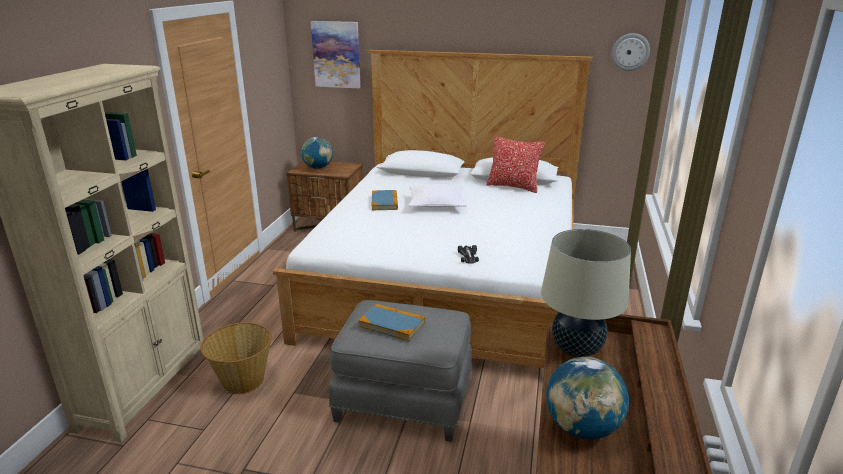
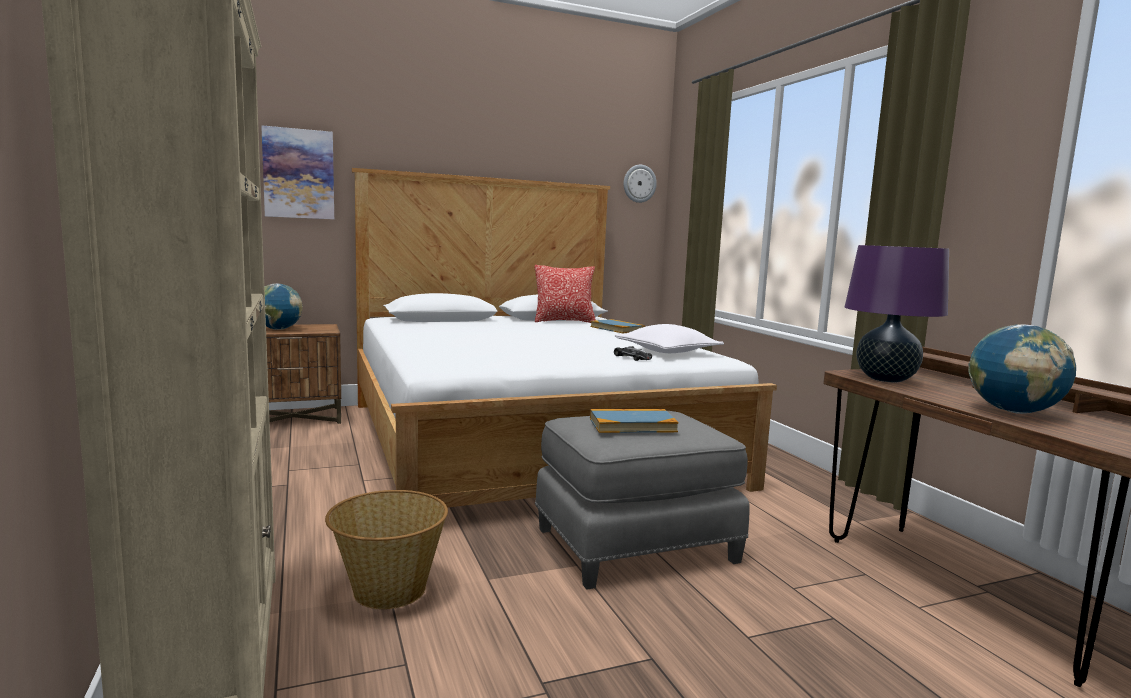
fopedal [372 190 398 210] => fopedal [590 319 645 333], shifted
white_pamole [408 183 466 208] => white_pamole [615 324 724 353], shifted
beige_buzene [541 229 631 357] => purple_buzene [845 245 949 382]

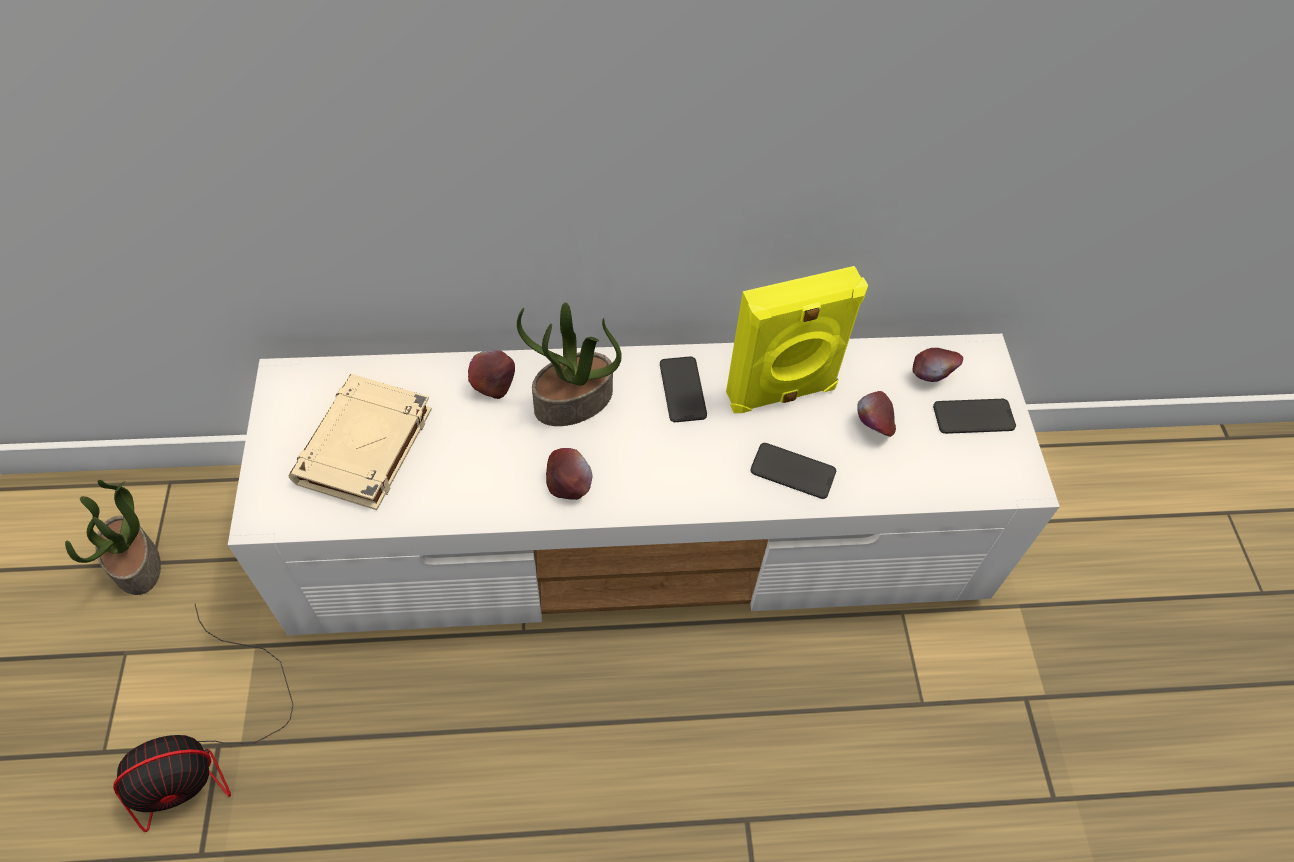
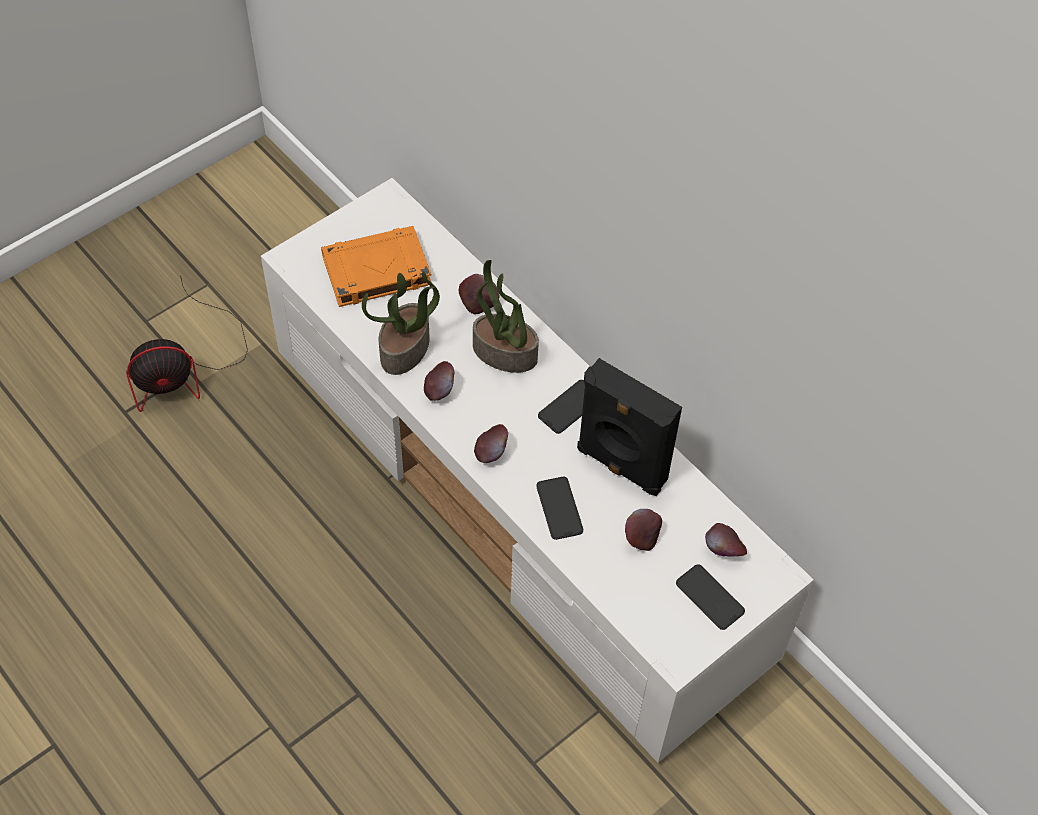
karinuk [113 604 293 832] => karinuk [126 276 248 412], 45 degrees counterclockwise
beige_fopedal [289 374 432 510] => orange_fopedal [321 226 432 307]
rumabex [65 480 161 595] => rumabex [362 271 440 375], shifted
nothing => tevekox [474 424 508 463]
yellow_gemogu [726 266 868 413] => black_gemogu [577 358 682 496]

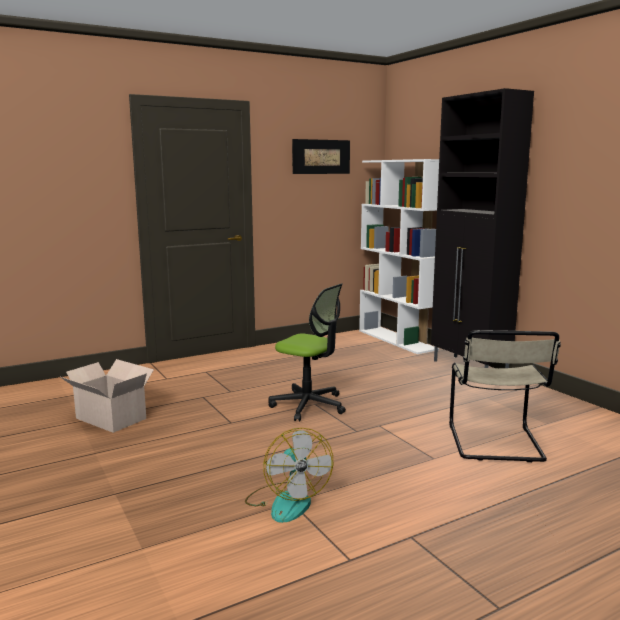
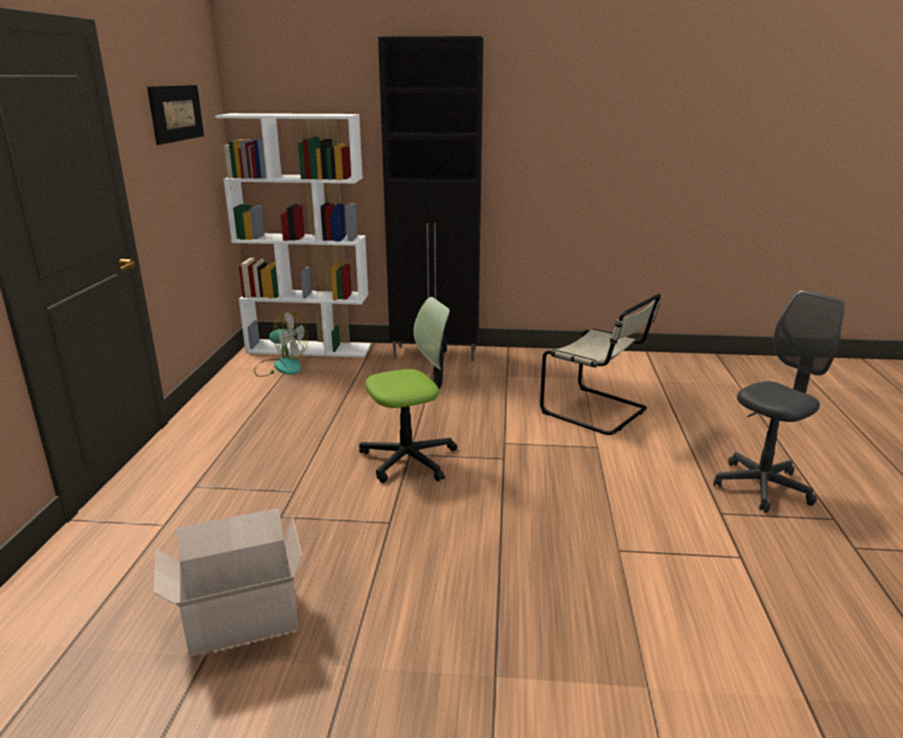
karinuk [245 428 333 523] => karinuk [254 311 308 377], shifted
nothing => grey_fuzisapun [713 290 845 513]

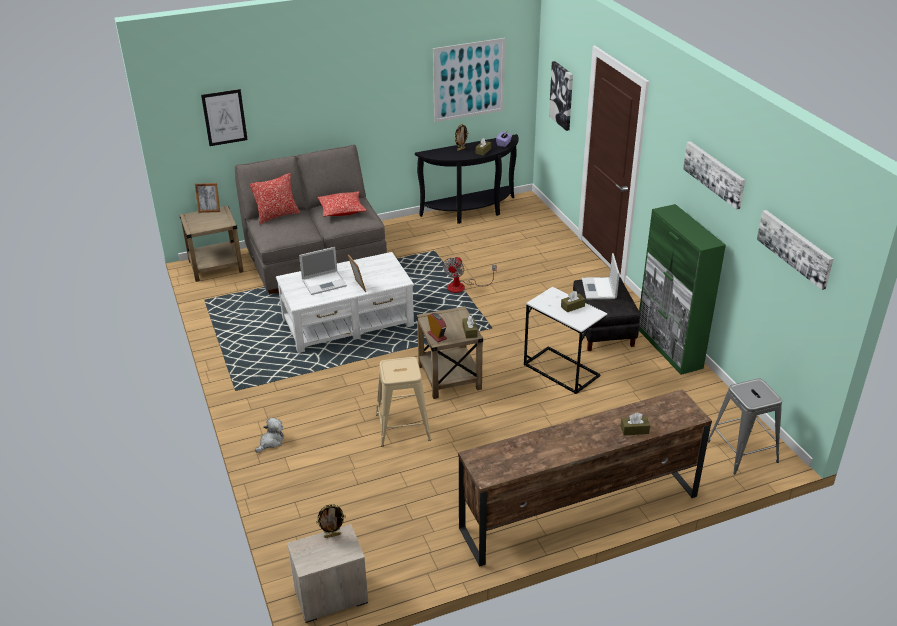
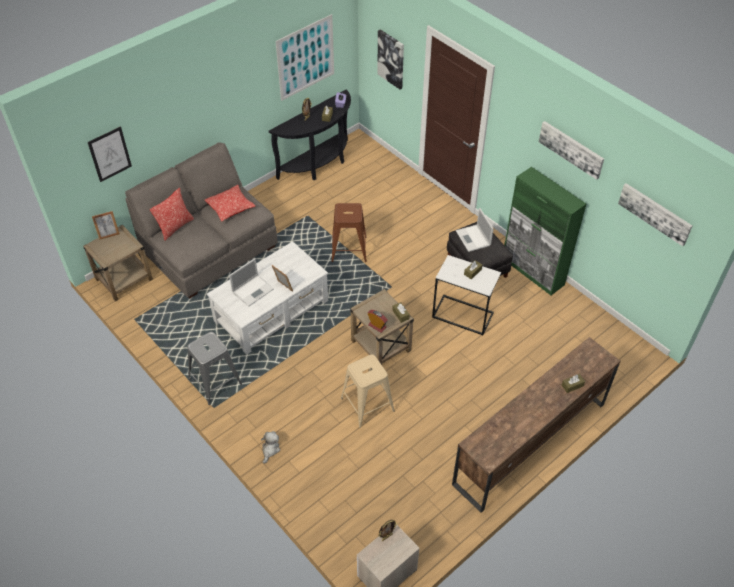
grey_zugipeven [708 379 782 474] => grey_zugipeven [187 332 242 405], shifted
karinuk [443 257 497 293] => brown_zugipeven [331 203 367 262]

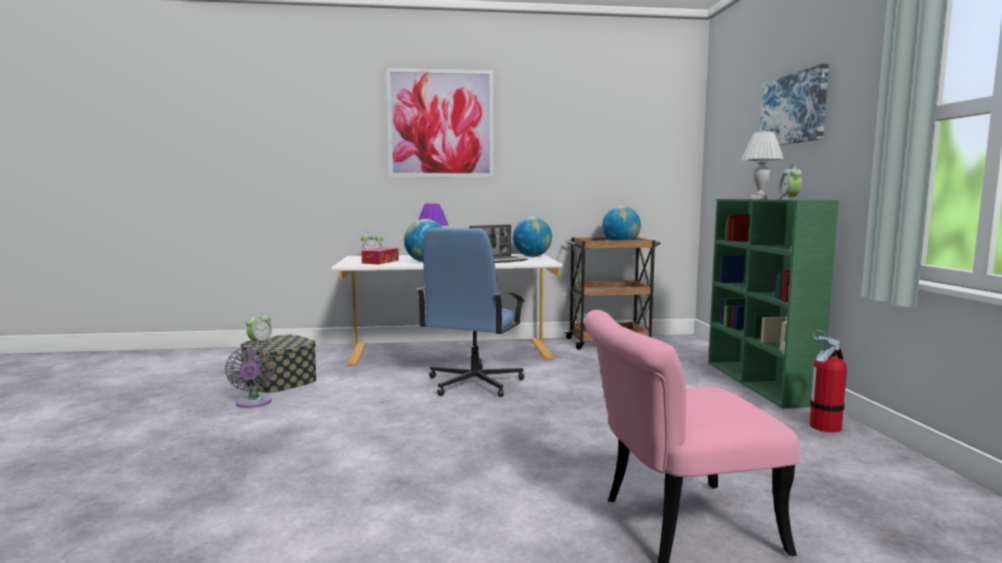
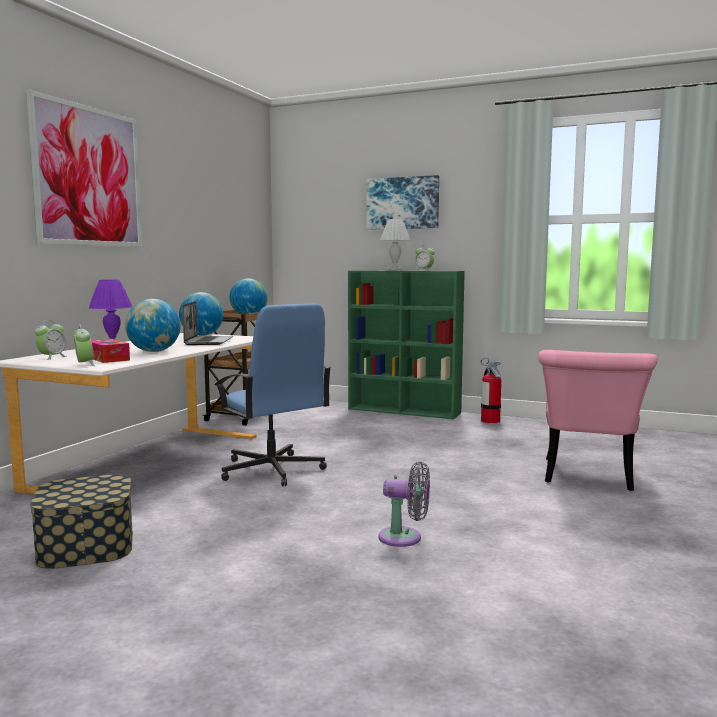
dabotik [246 312 272 347] => dabotik [74 325 95 366], shifted
grey_karinuk [225 346 275 408] => grey_karinuk [378 461 430 547], shifted

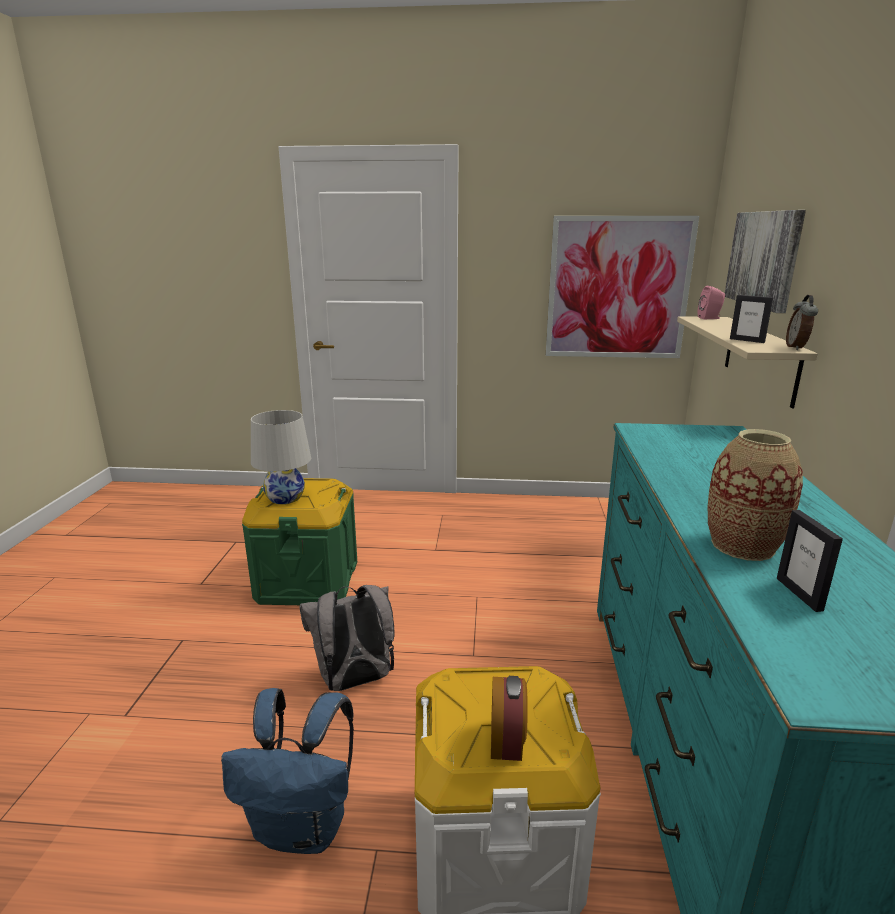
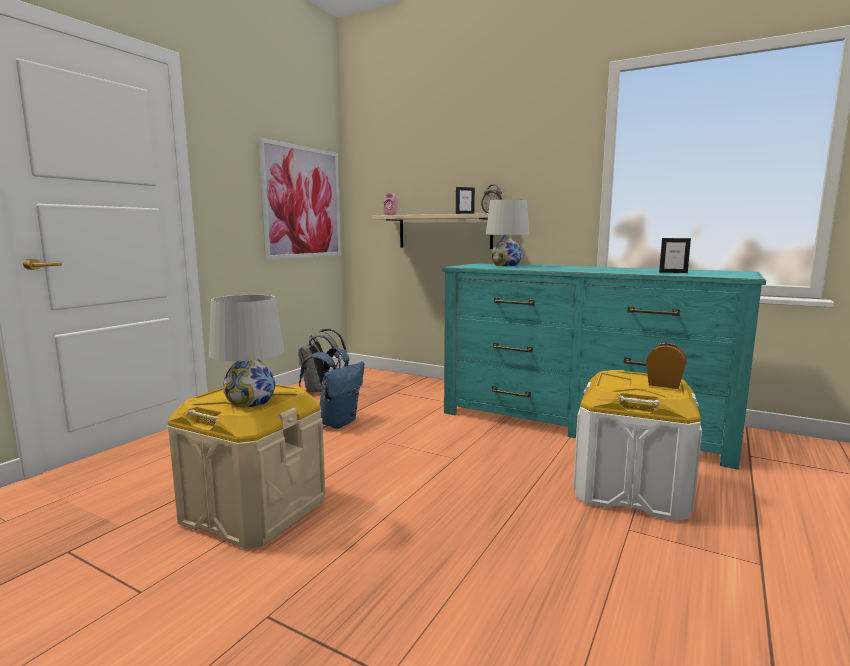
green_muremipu [242 478 357 605] => beige_muremipu [167 384 325 549]
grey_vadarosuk [299 585 394 691] => grey_vadarosuk [298 328 347 392], shifted
blue_vadarosuk [221 688 354 854] => blue_vadarosuk [299 347 364 429], shifted
nothing => white_buzene [486 199 529 266]
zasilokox [708 429 803 561] => nothing
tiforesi [725 210 806 313] => nothing

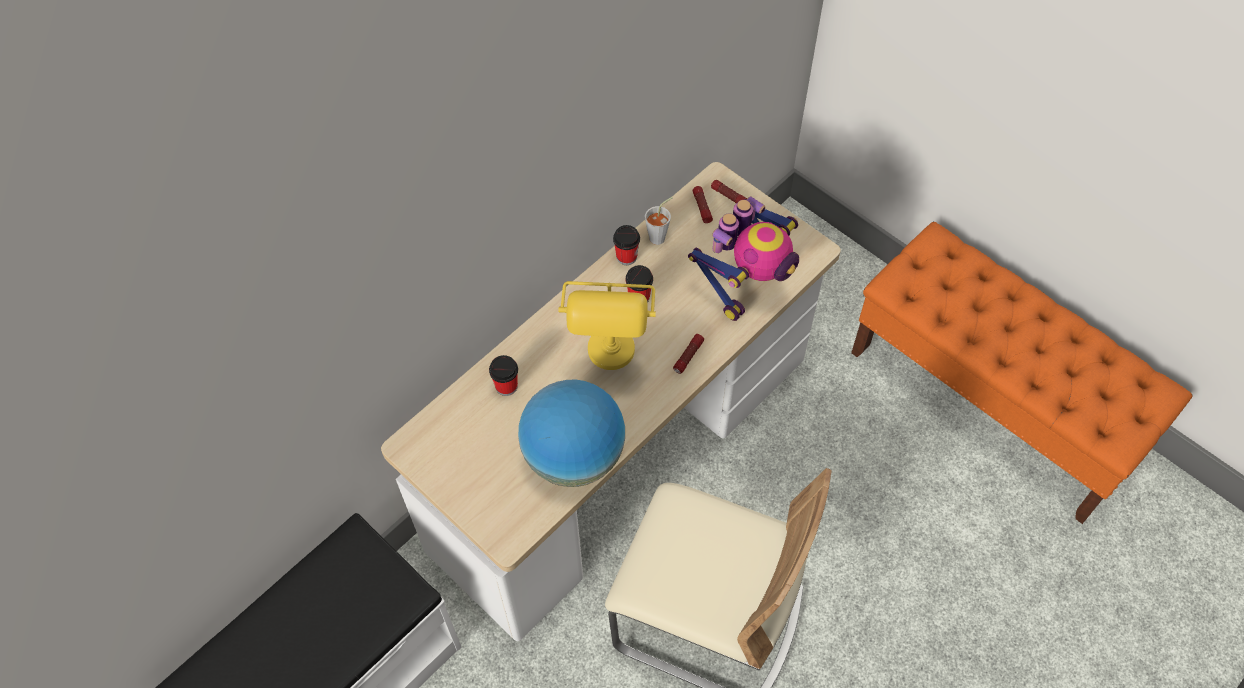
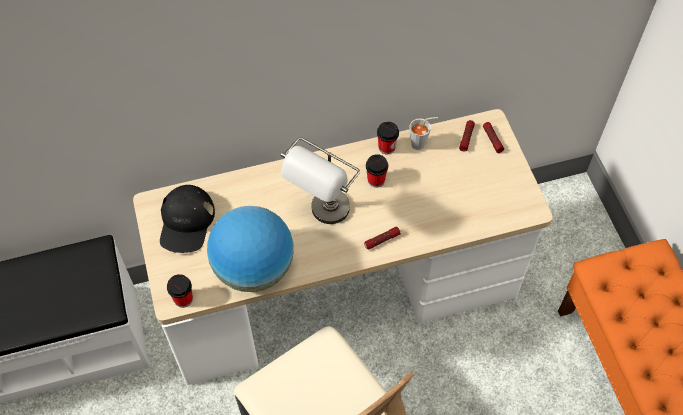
nothing => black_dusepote [160 185 215 253]
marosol [489 355 518 396] => marosol [167 274 193 308], shifted
yellow_buzene [559 281 656 370] => grey_buzene [281 137 360 224]
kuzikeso [688 196 799 321] => nothing

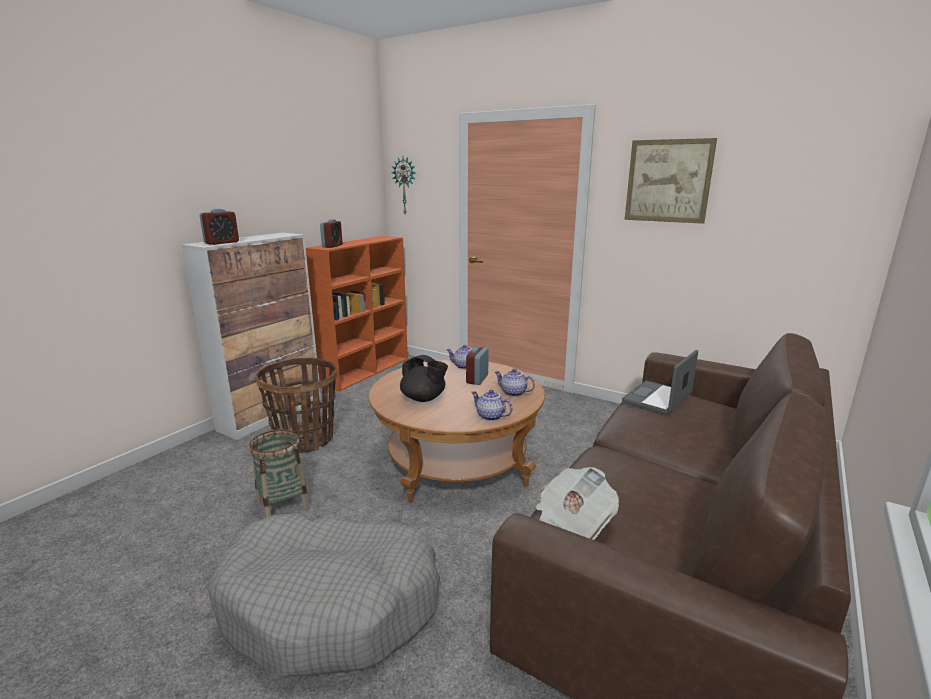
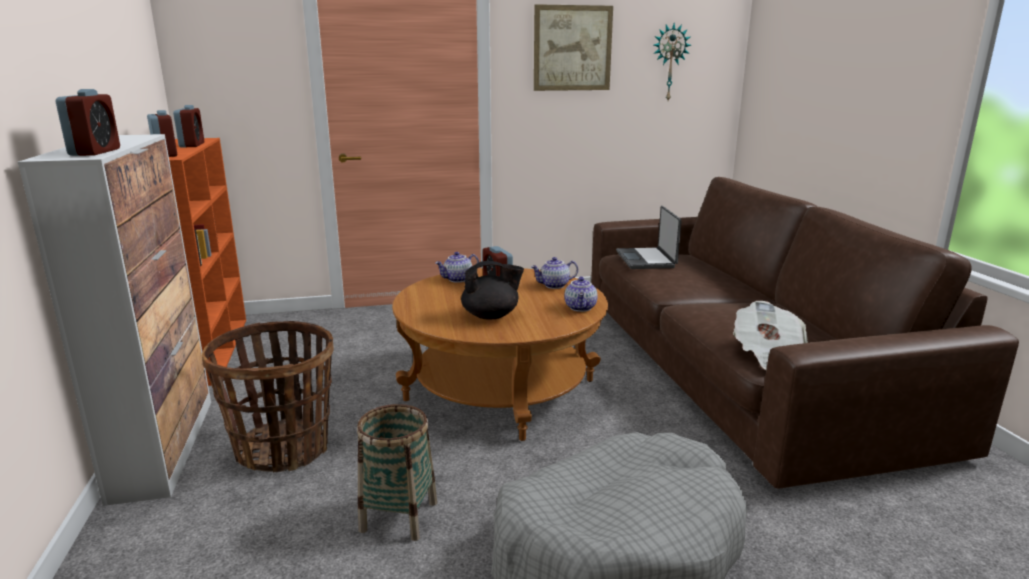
nothing => dabotik [173 105 204 148]
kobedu [471 390 512 421] => kobedu [565 276 598 312], 75 degrees counterclockwise
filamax [391 157 416 214] => filamax [653 23 691 100], shifted

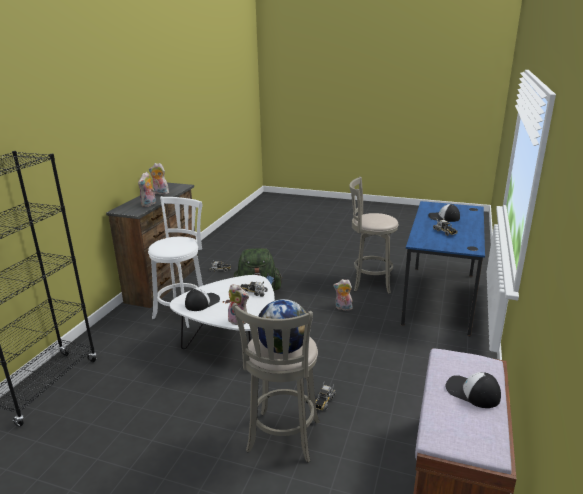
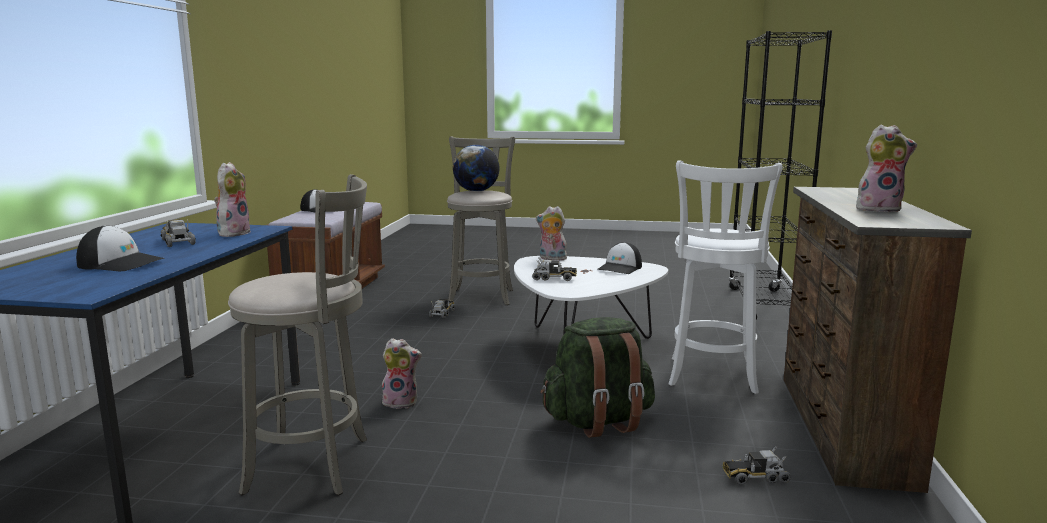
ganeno [138 172 156 207] => ganeno [214 162 250 237], shifted

